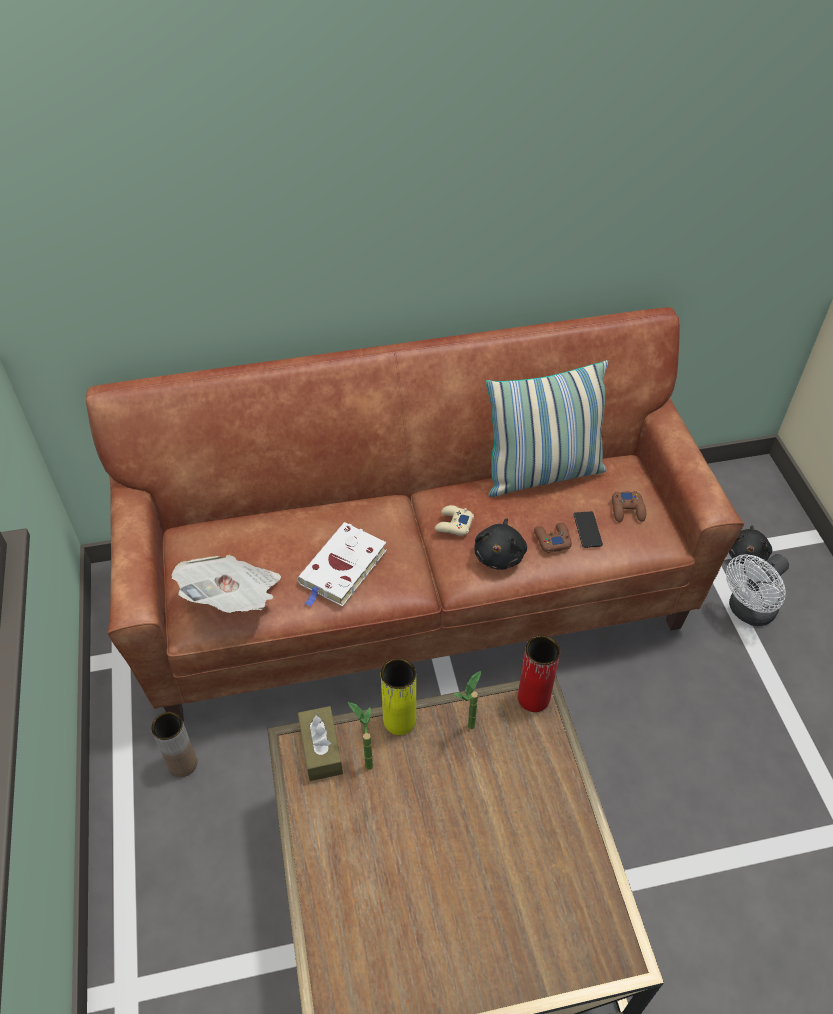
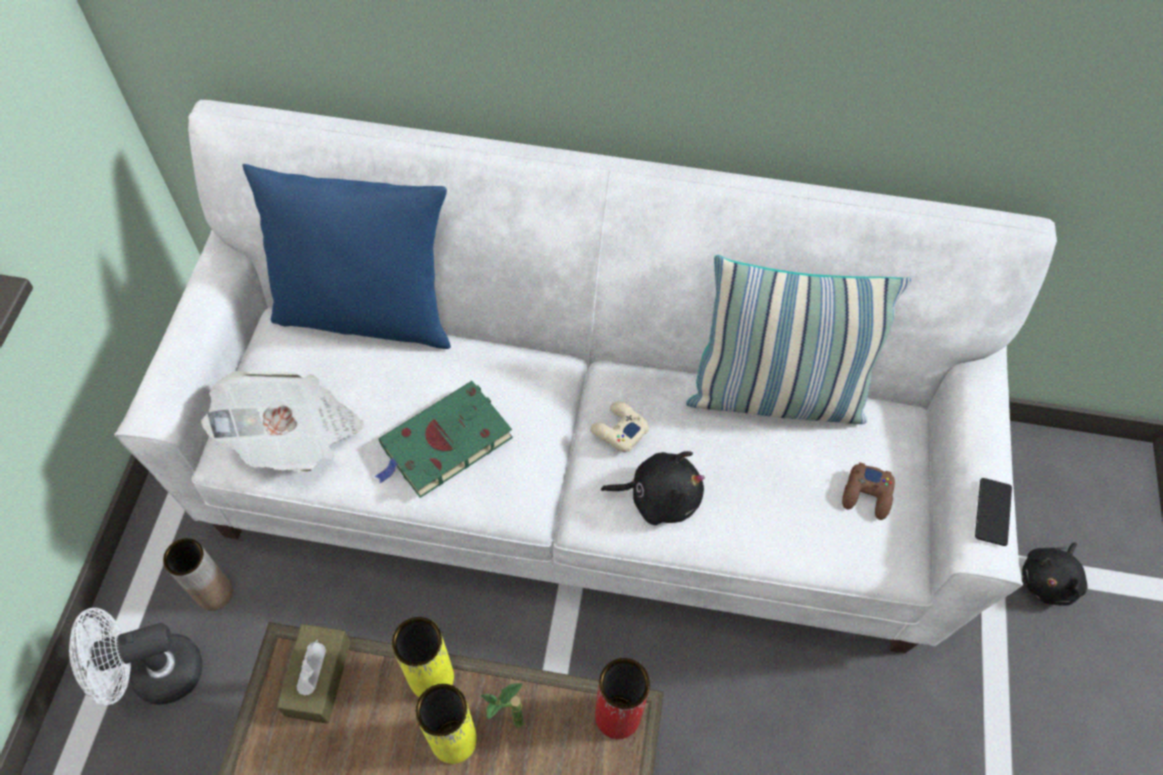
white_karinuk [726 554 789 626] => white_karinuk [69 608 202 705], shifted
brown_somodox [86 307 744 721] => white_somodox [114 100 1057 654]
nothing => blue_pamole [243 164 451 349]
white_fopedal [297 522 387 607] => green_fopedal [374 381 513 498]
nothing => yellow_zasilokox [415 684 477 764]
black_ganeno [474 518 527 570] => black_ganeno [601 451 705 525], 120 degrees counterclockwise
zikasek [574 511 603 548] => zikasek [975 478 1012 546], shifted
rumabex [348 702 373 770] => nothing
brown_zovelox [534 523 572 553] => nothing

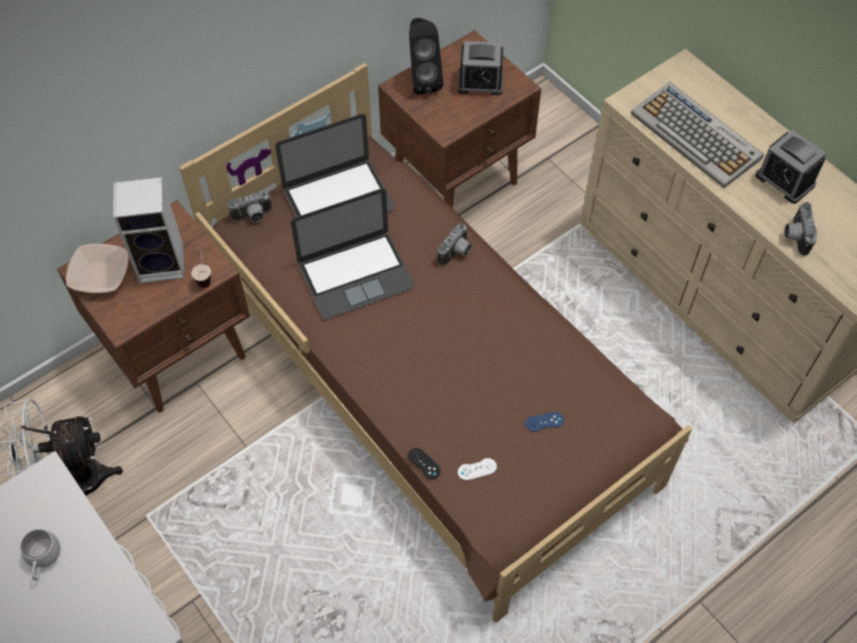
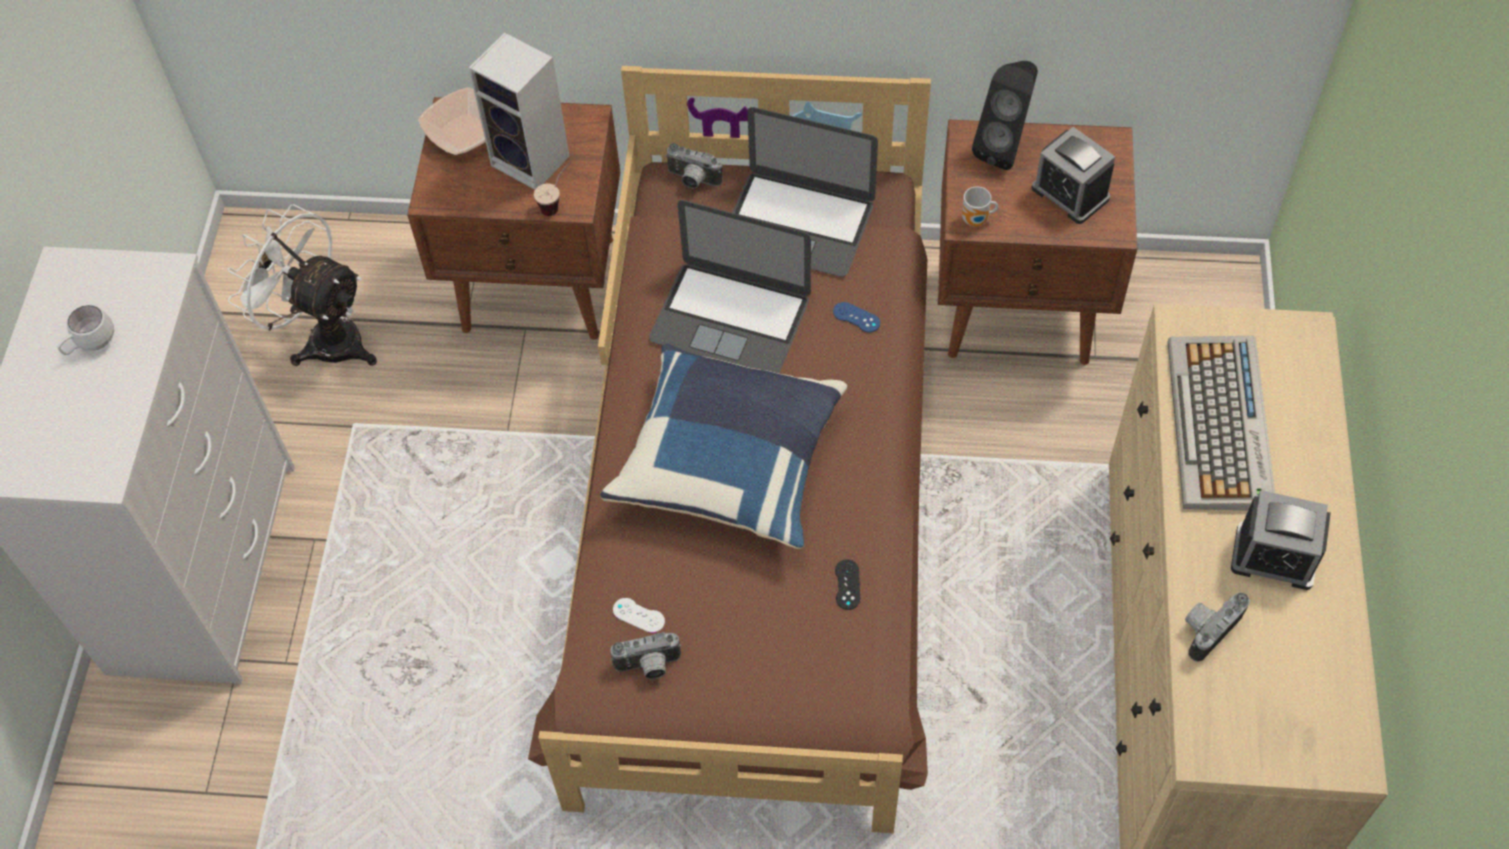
nothing => blue_pamole [600 344 847 549]
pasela [438 224 472 266] => pasela [610 632 681 679], shifted
blue_zovelox [525 412 564 432] => blue_zovelox [833 302 880 333], shifted
black_zovelox [408 448 441 479] => black_zovelox [835 559 860 610], shifted
nothing => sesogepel [962 186 998 227]
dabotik [755 130 826 204] => dabotik [1231 490 1331 590], 75 degrees counterclockwise

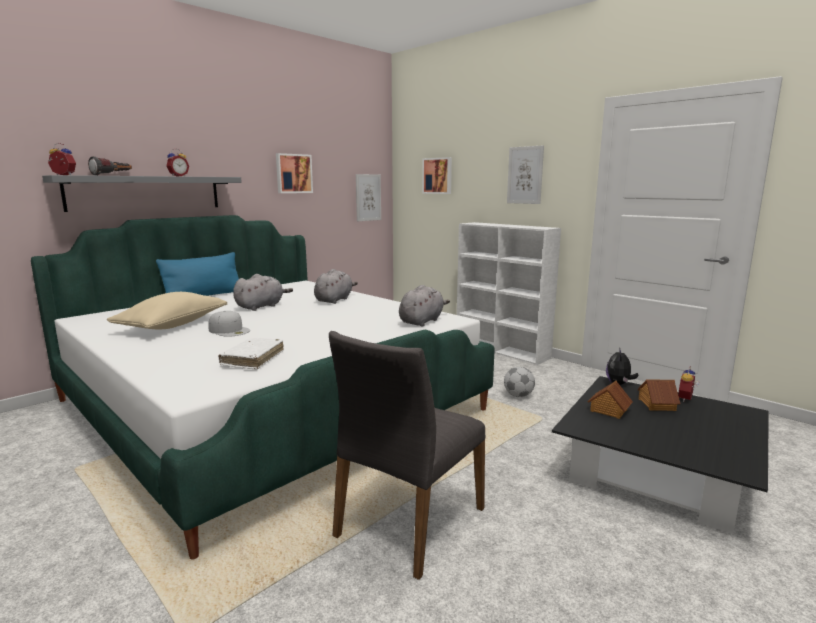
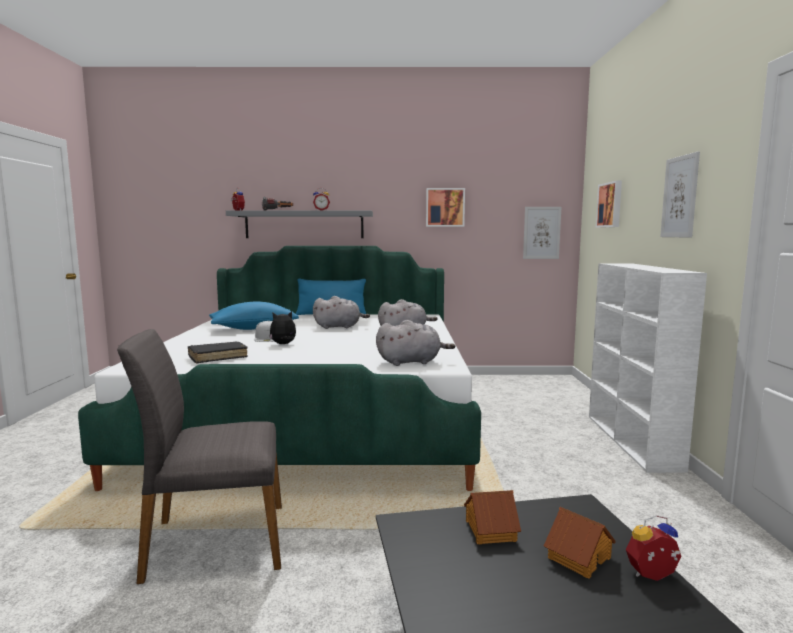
white_fopedal [218 338 284 369] => black_fopedal [188 341 248 363]
beige_pamole [107 292 227 329] => blue_pamole [209 301 299 330]
ganeno [606 347 639 385] => ganeno [269 311 296 344], shifted
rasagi [504 367 535 397] => nothing

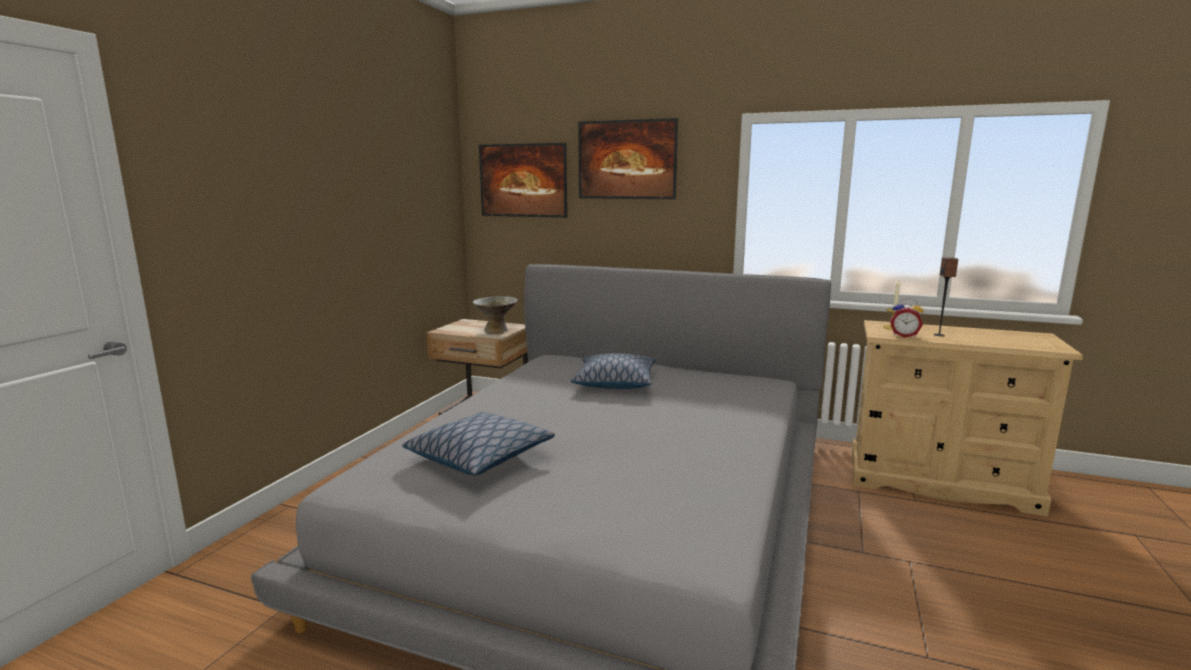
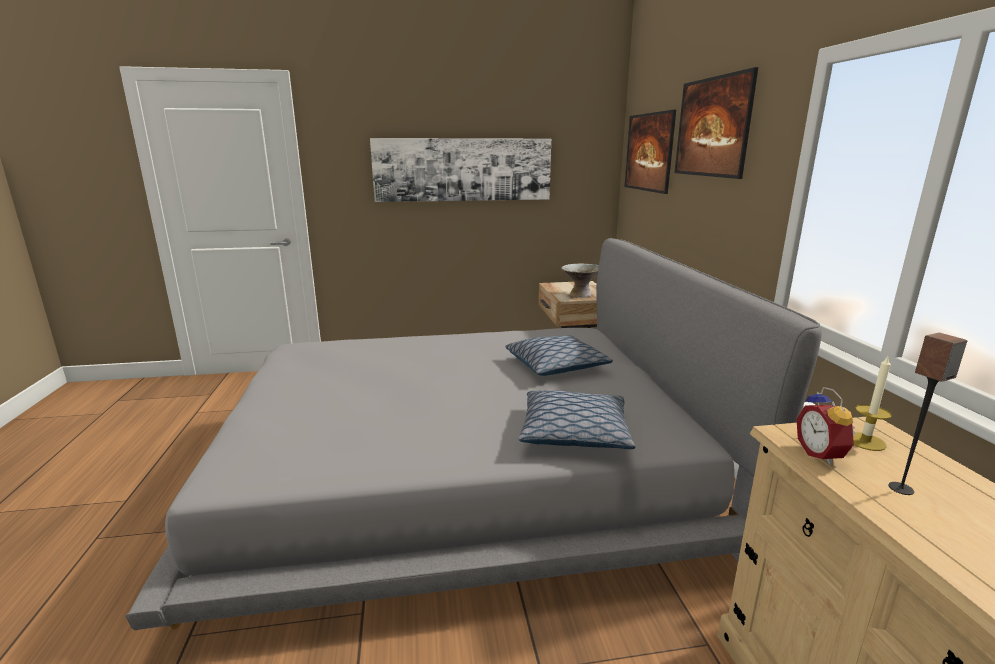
nothing => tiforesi [370 138 551 202]
pamole [402 412 555 475] => pamole [519 390 636 449], shifted

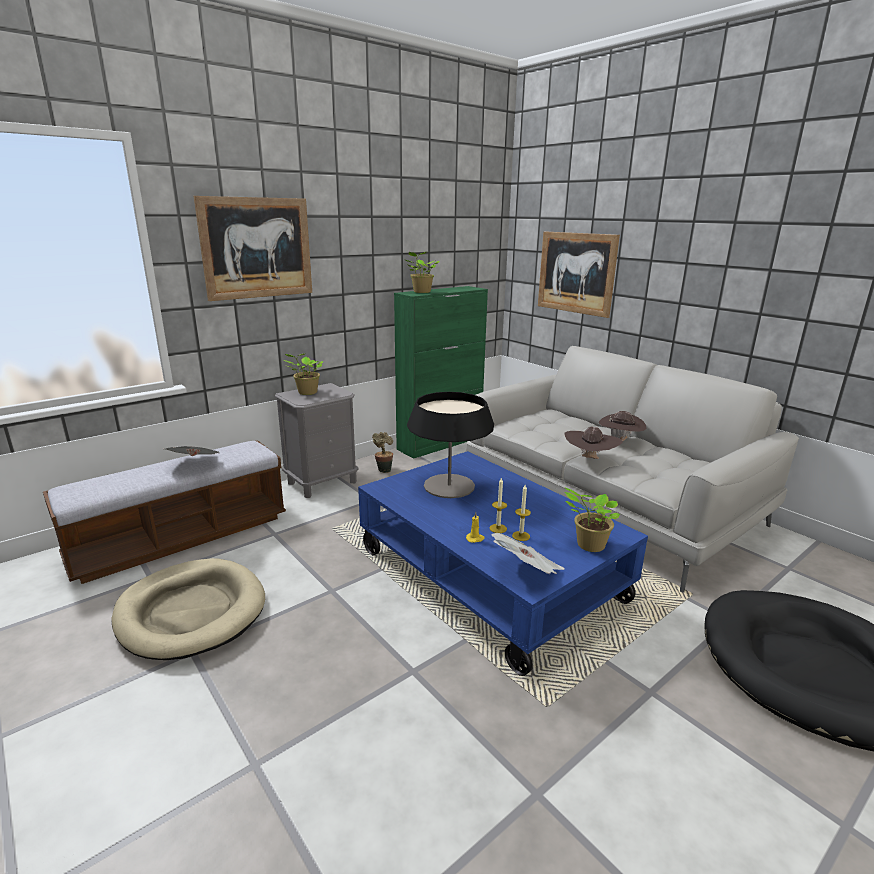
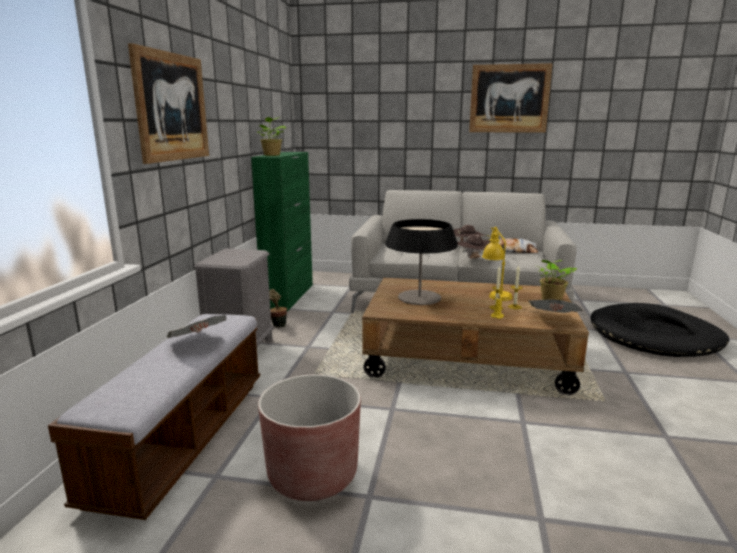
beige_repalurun [111 558 265 660] => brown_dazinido [258 374 361 501]
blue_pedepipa [358 451 648 676] => brown_pedepipa [362 278 589 395]
tiforesi [538 231 620 318] => tiforesi [469 63 553 133], shifted
nothing => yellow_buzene [482 227 512 301]
nothing => pamole [498 238 538 253]
rumabex [283 354 324 395] => nothing

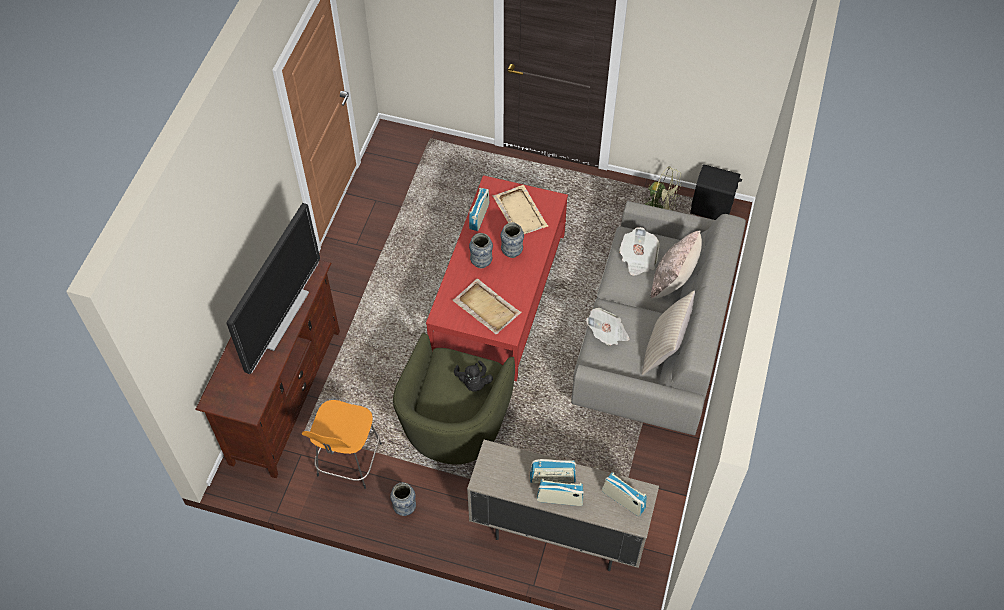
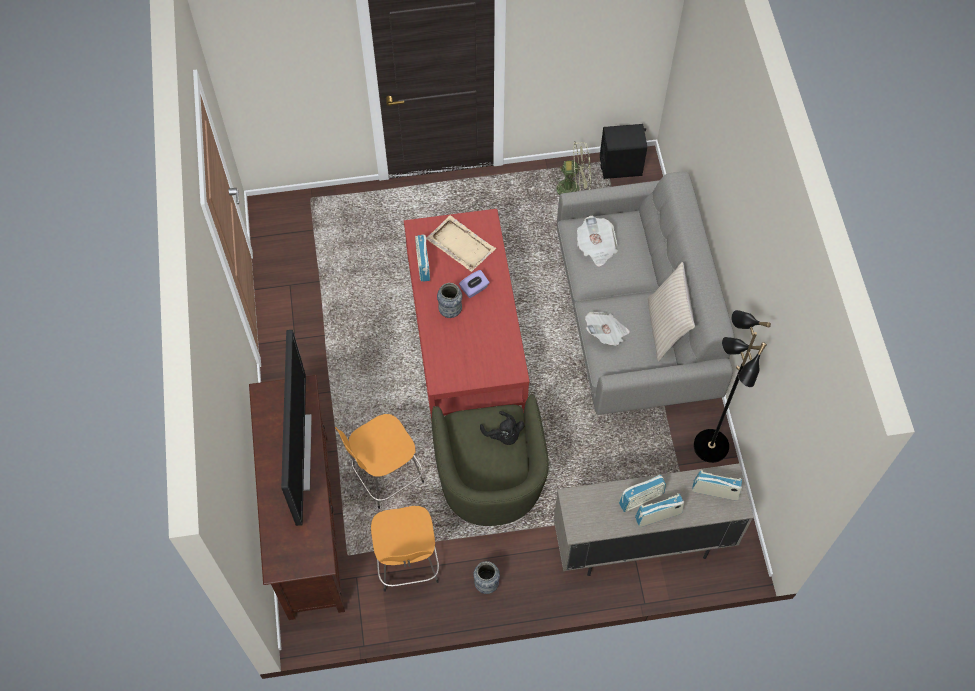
nothing => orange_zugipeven [335 414 424 509]
zasilokox [501 222 524 258] => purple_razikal [459 270 489 298]
nothing => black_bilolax [694 310 771 463]
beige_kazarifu [452 278 522 335] => nothing
beige_pamole [650 231 702 299] => nothing

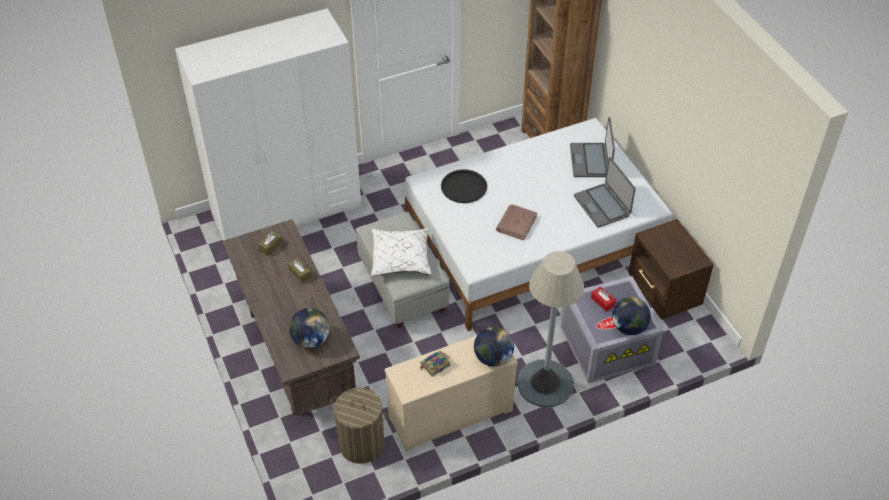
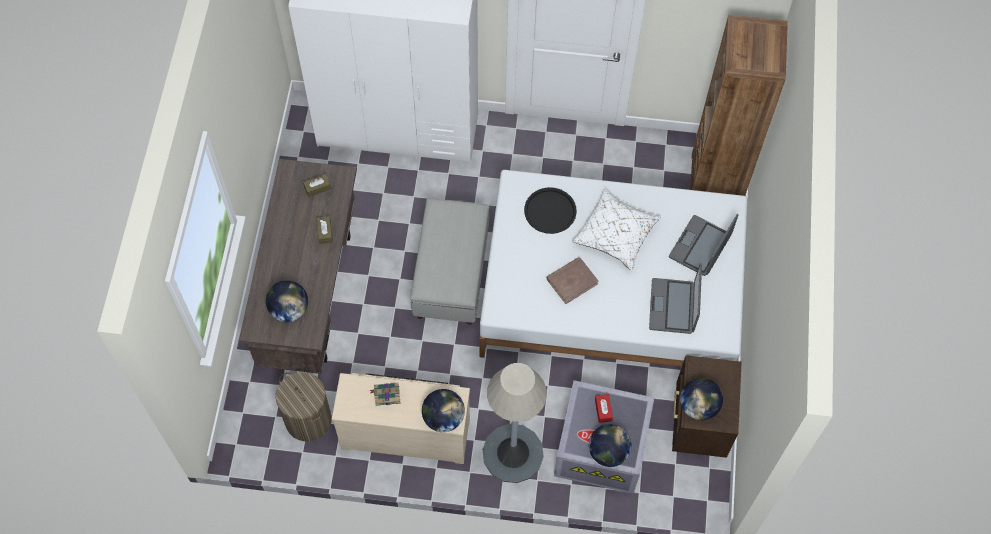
white_pamole [371 228 432 276] => white_pamole [572 189 661 271], shifted
nothing => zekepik [680 378 723 420]

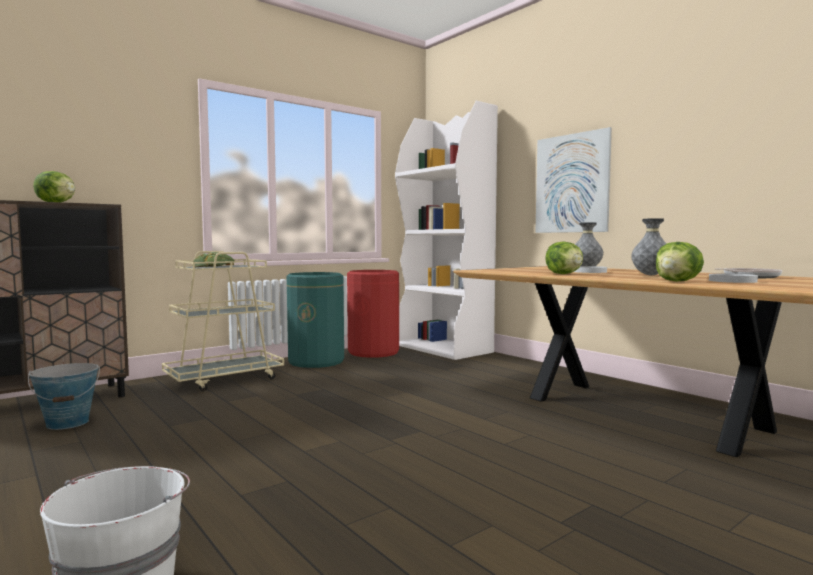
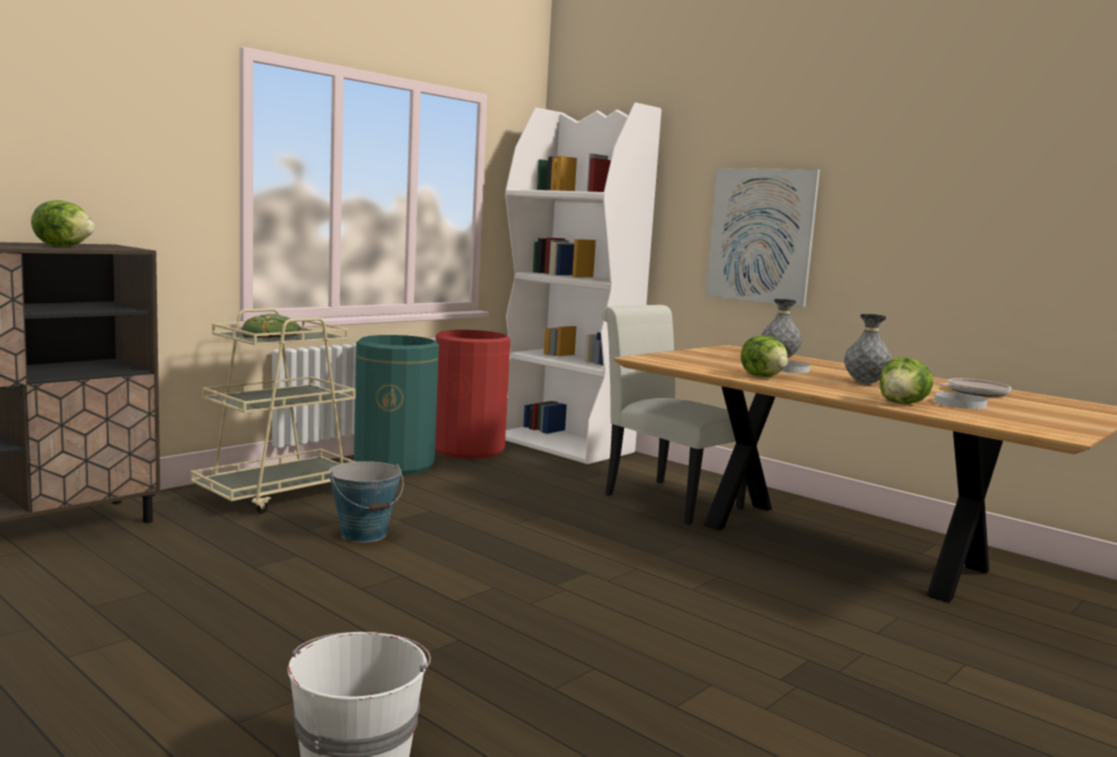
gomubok [28 363 100 430] => gomubok [329 461 404 542], shifted
nothing => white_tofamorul [601 305 746 525]

